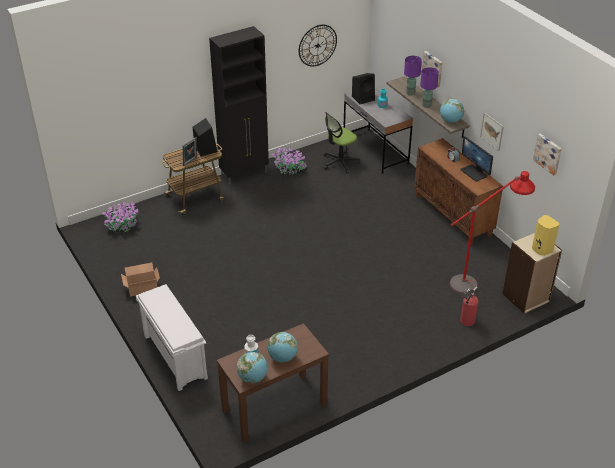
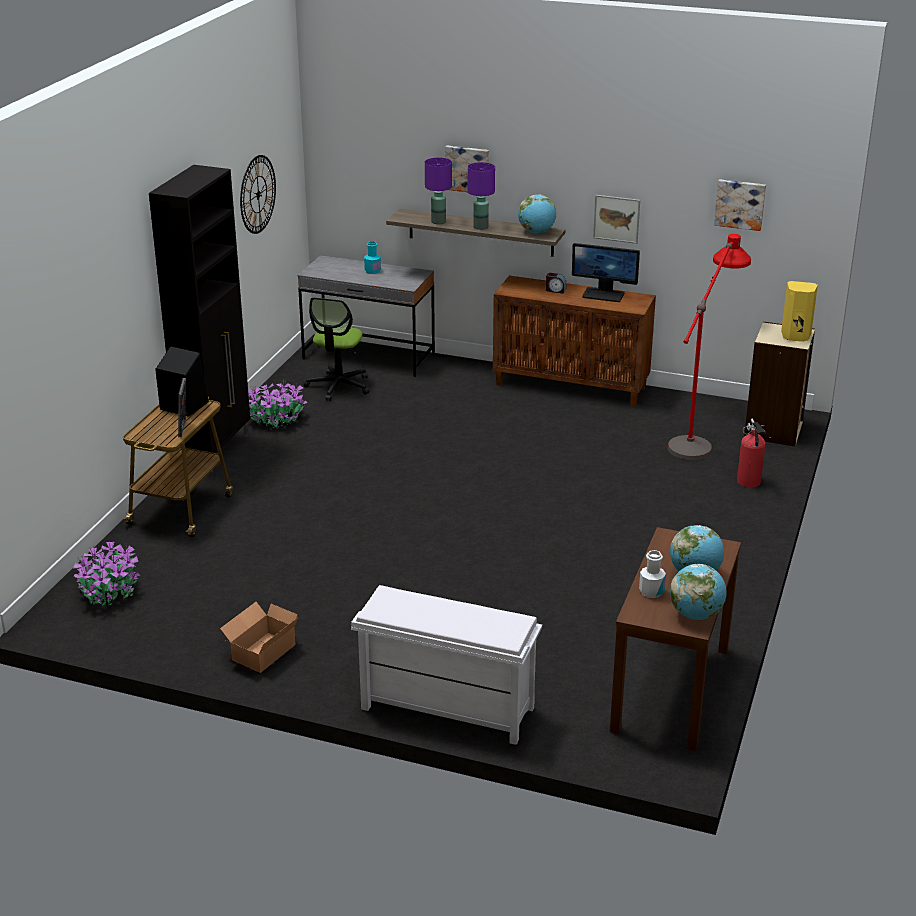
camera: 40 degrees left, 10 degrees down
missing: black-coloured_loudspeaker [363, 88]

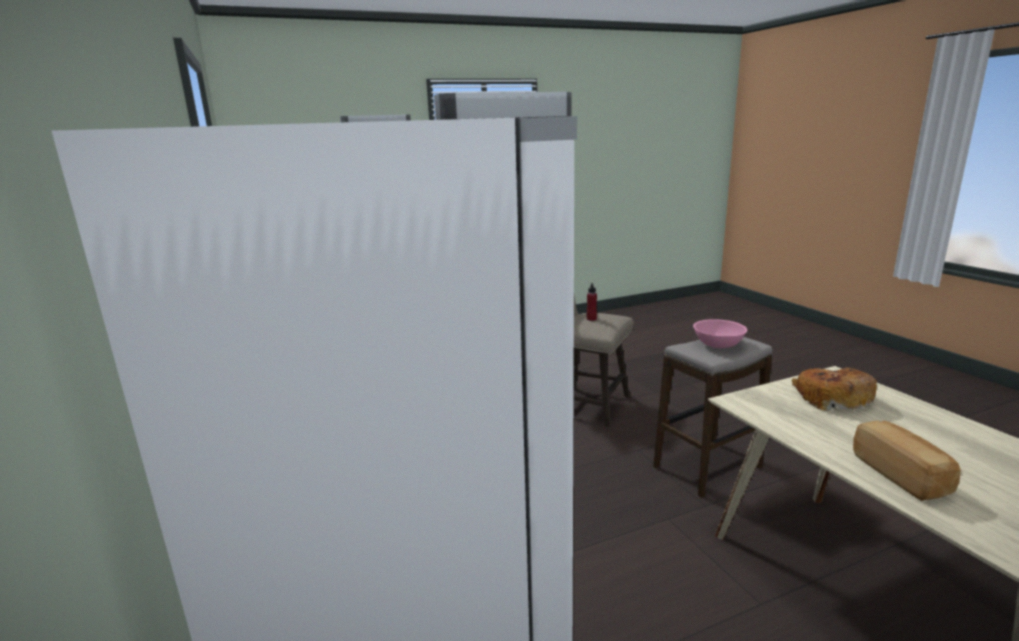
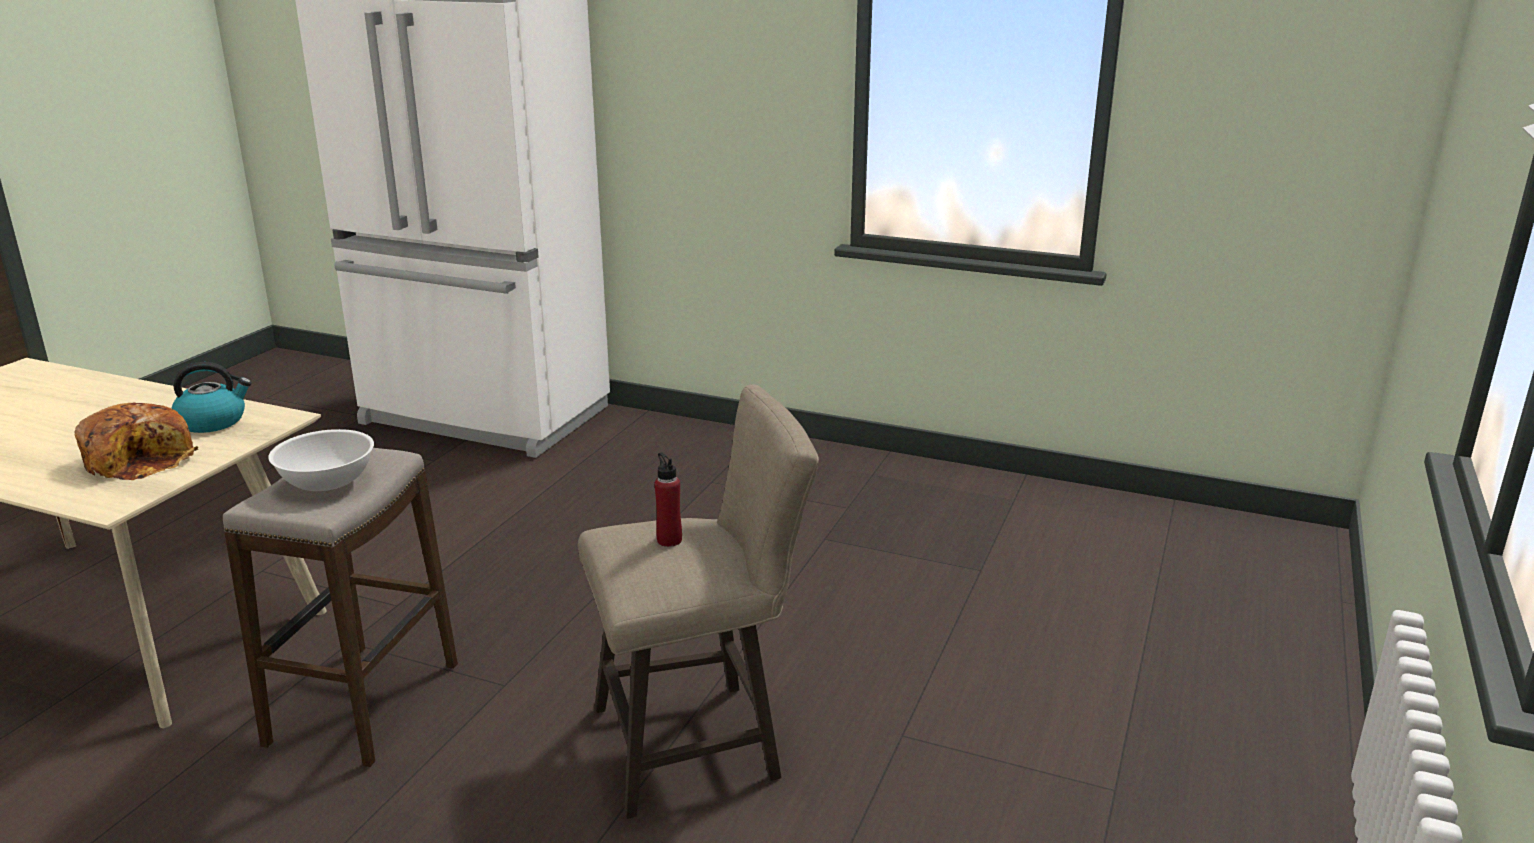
camera: 135 degrees right, 5 degrees up
missing: bakery_bread [907, 461]
appeared: tea_kettle [211, 397]
colour: pinkish_deep_dish [720, 333] to white-coloured_deep_dish [321, 460]

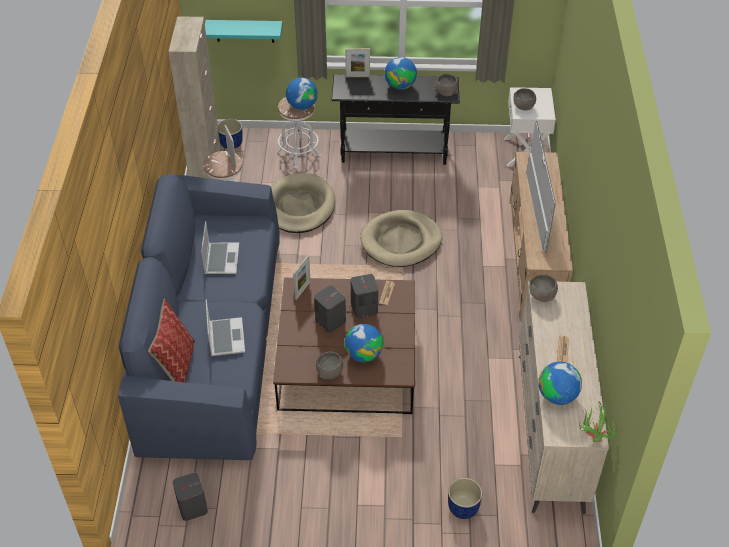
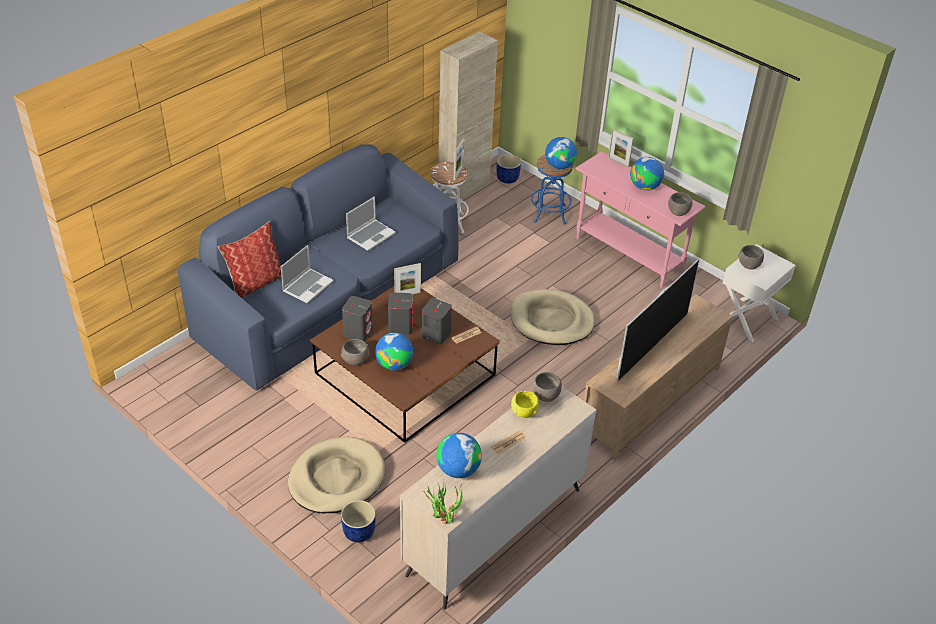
camera: 40 degrees right, 5 degrees down
missing: blue-green_wall_shelf [244, 31]
appeared: yellowish_deep_dish [525, 404]
relocated: beige_dog_cushion [303, 203] to [336, 475]; grey_loudspeaker [190, 497] to [357, 318]
colour: black-coloured_console_table [396, 119] to pinkish_console_table [640, 220]; white-coloured_sitting_stool [299, 133] to blue-coloured_sitting_stool [552, 190]

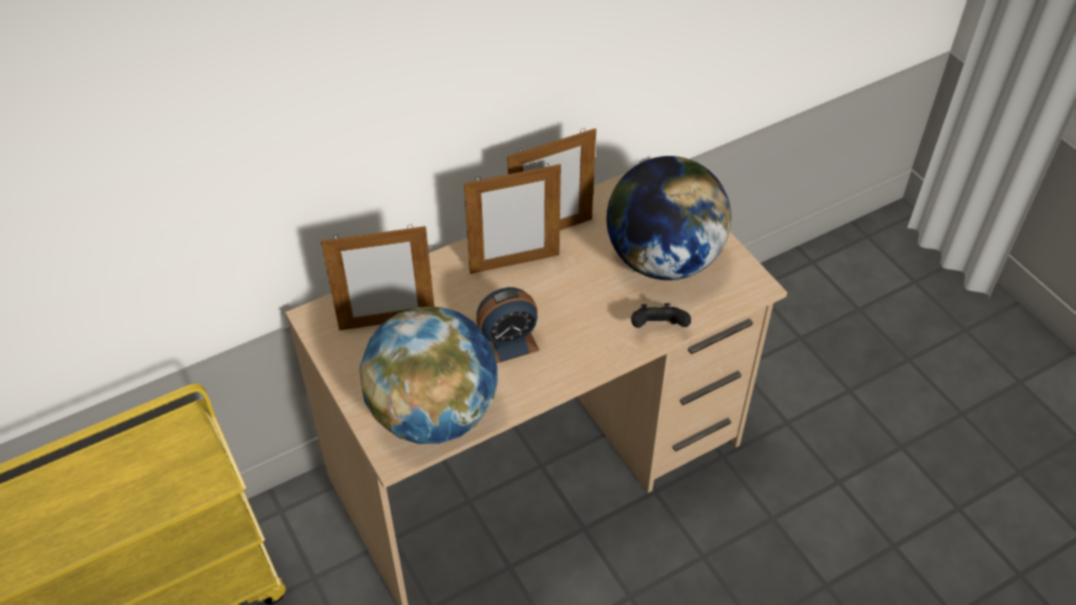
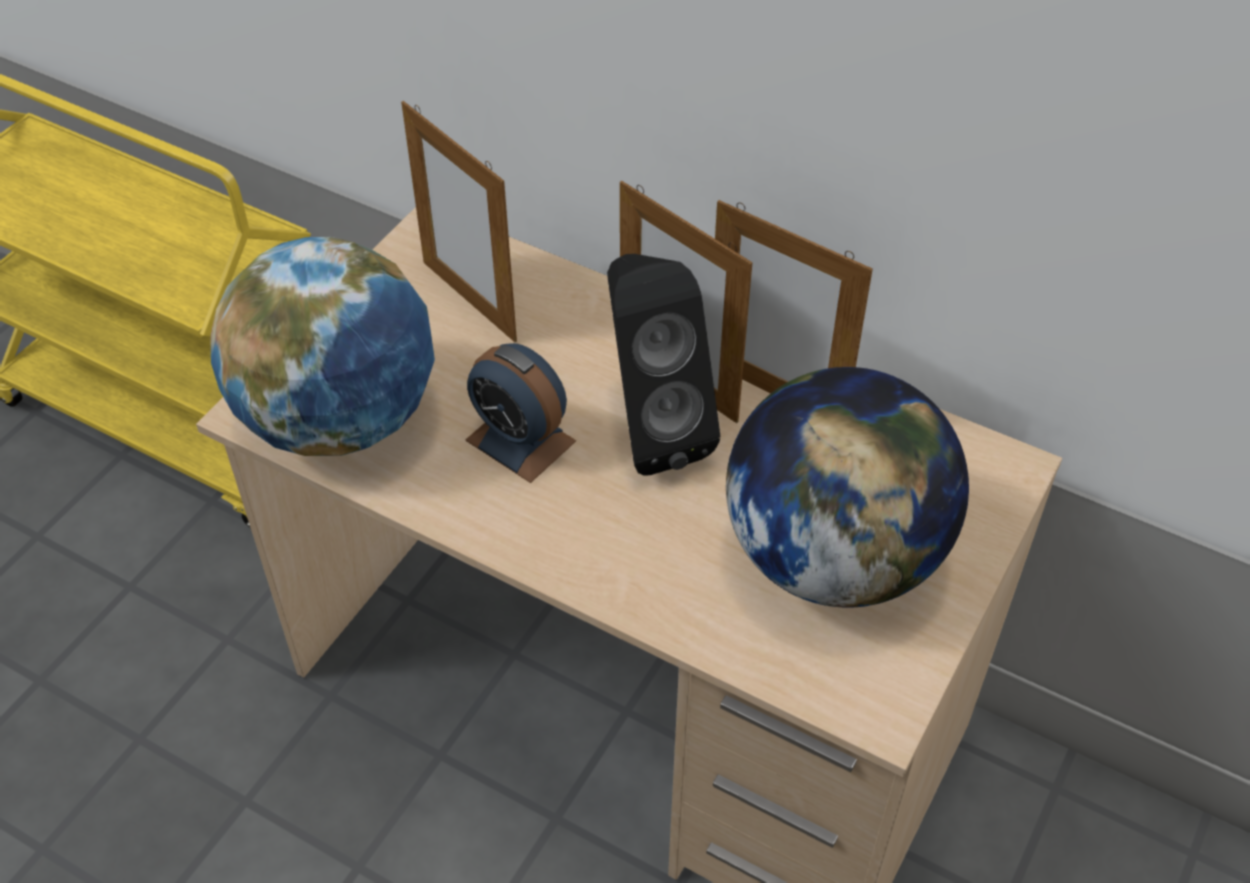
camera: 60 degrees right, 0 degrees up
missing: black-coloured_joypad [661, 315]
appeared: black-coloured_loudspeaker [663, 364]

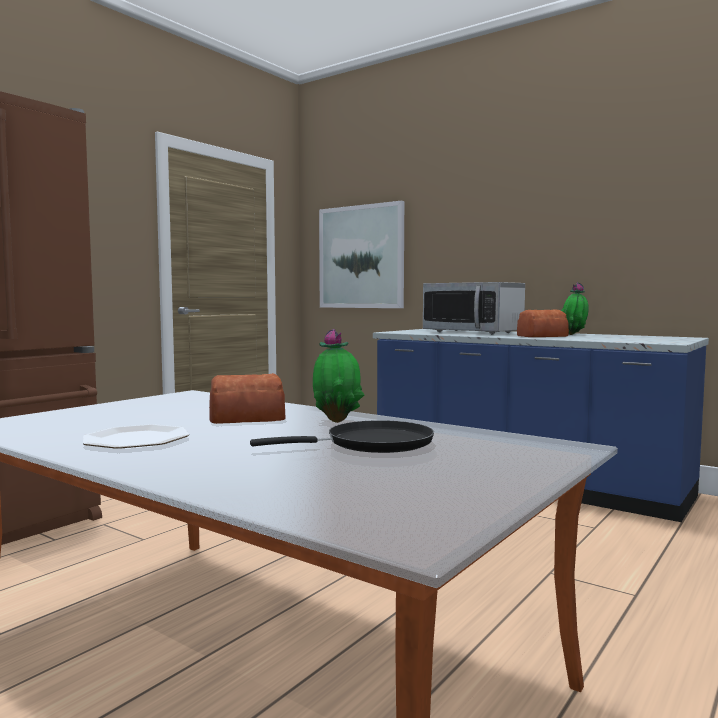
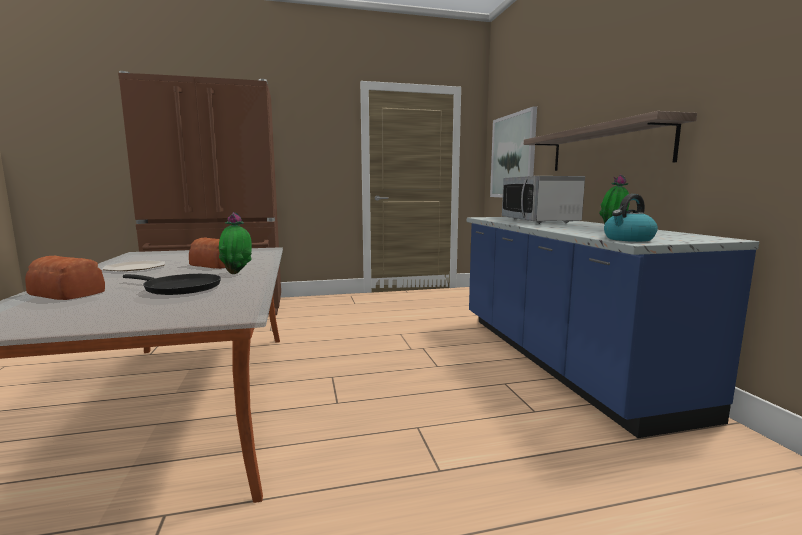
camera: 40 degrees right, 5 degrees up
appeared: wall_shelf [610, 141]; tea_kettle [631, 218]
relocated: bakery_bread [543, 323] to [65, 278]

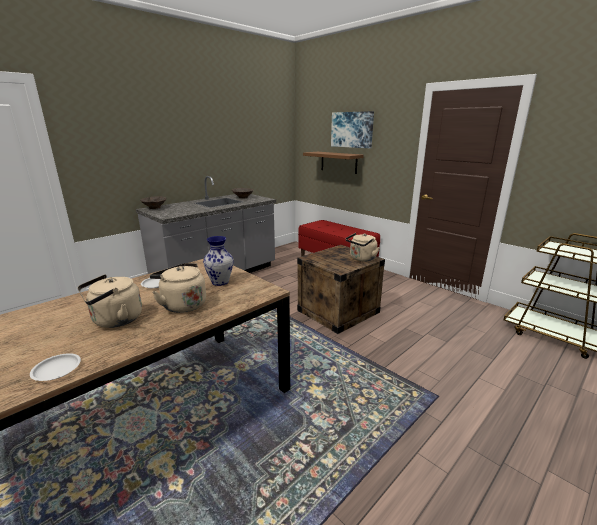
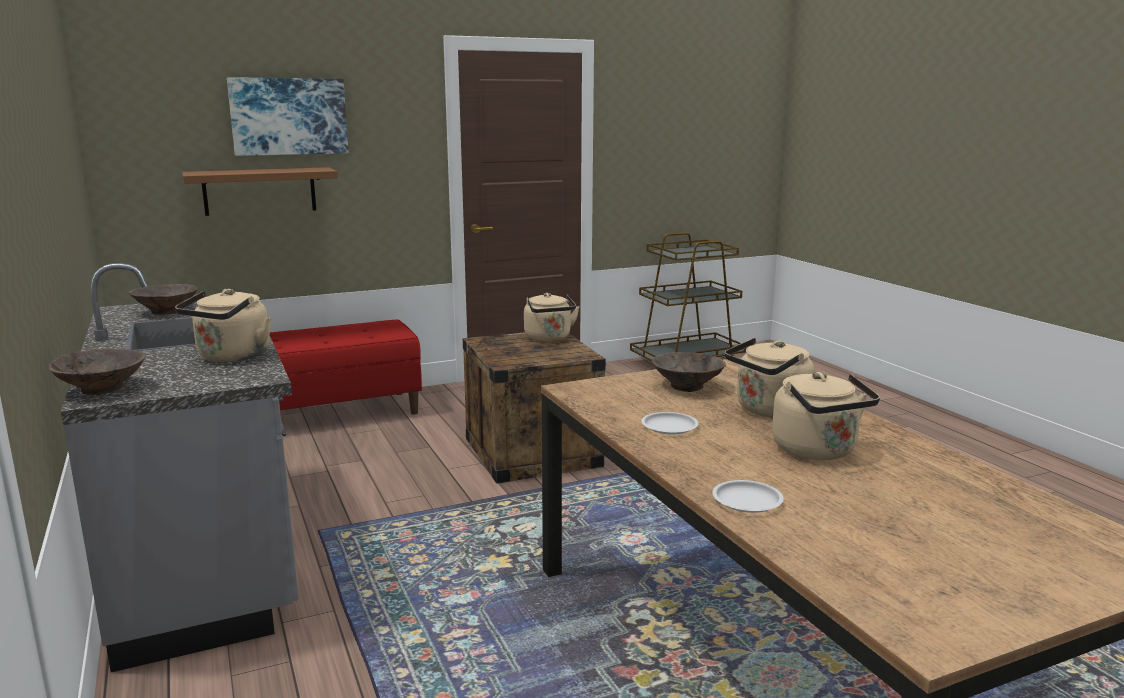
camera: 70 degrees left, 5 degrees down
appeared: beige_tea_kettle [223, 325]
relocated: white-coloured_dinner_plate [55, 367] to [748, 496]
exchanged: vase [218, 261] to brown-coloured_deep_dish [688, 372]

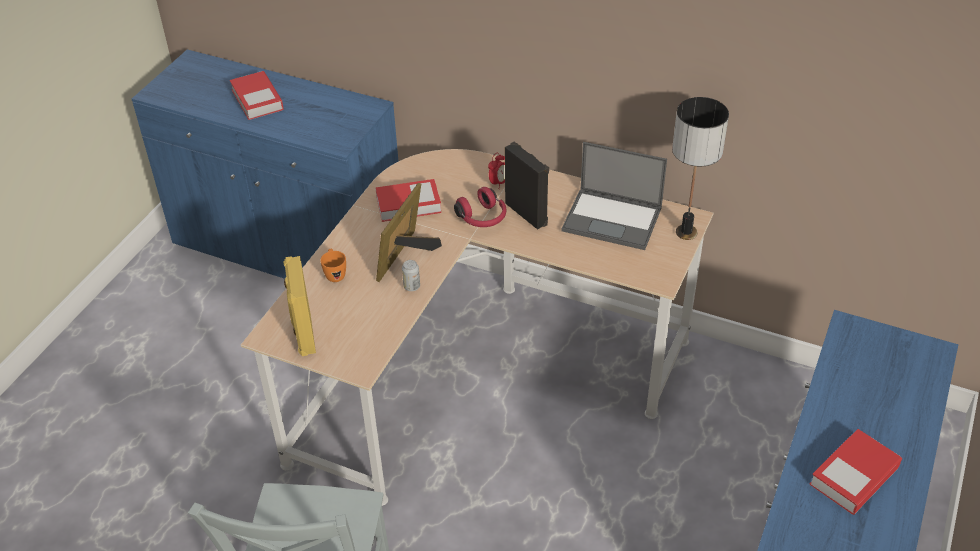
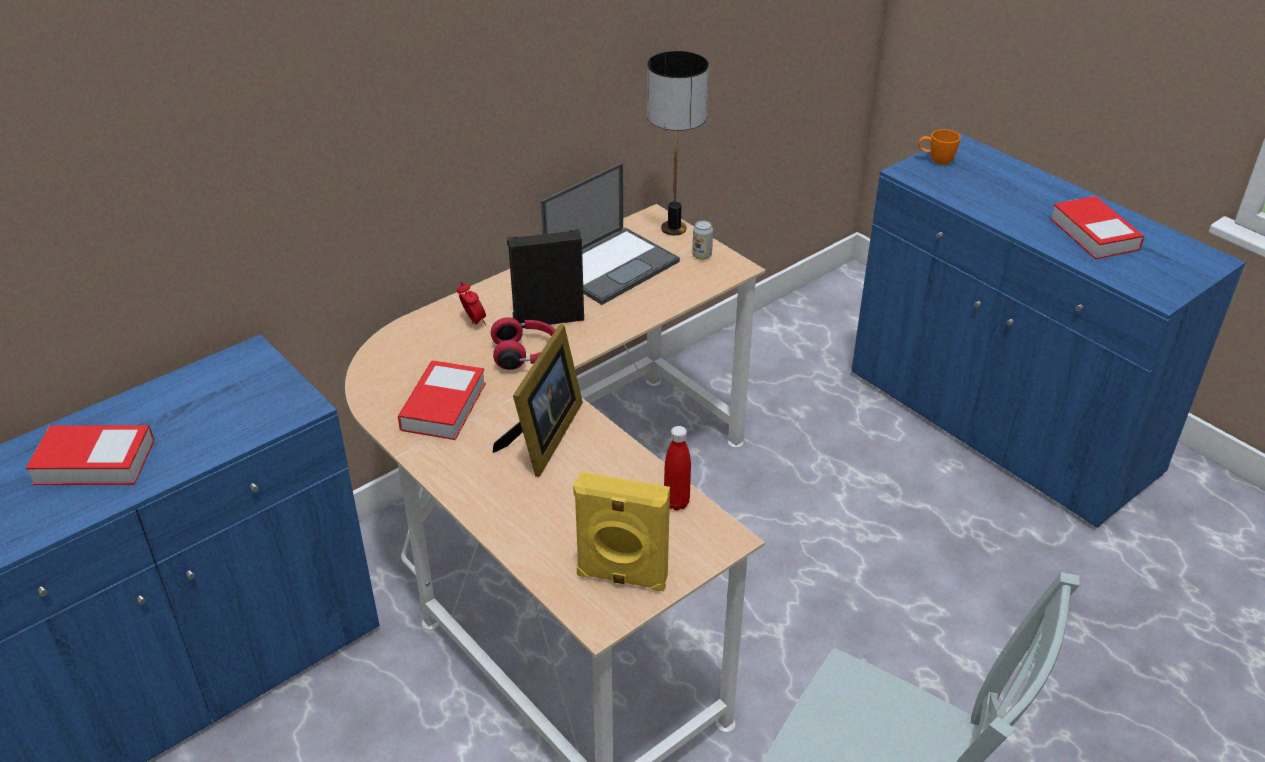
camera: 65 degrees left, 5 degrees down
appeared: red-coloured_beverage_bottle [677, 468]
relocated: orange-coloured_tea_mug [333, 265] to [939, 147]; metal_can [411, 275] to [702, 240]
spun: standing_frame [409, 232] = [538, 400] 120 degrees counterclockwise

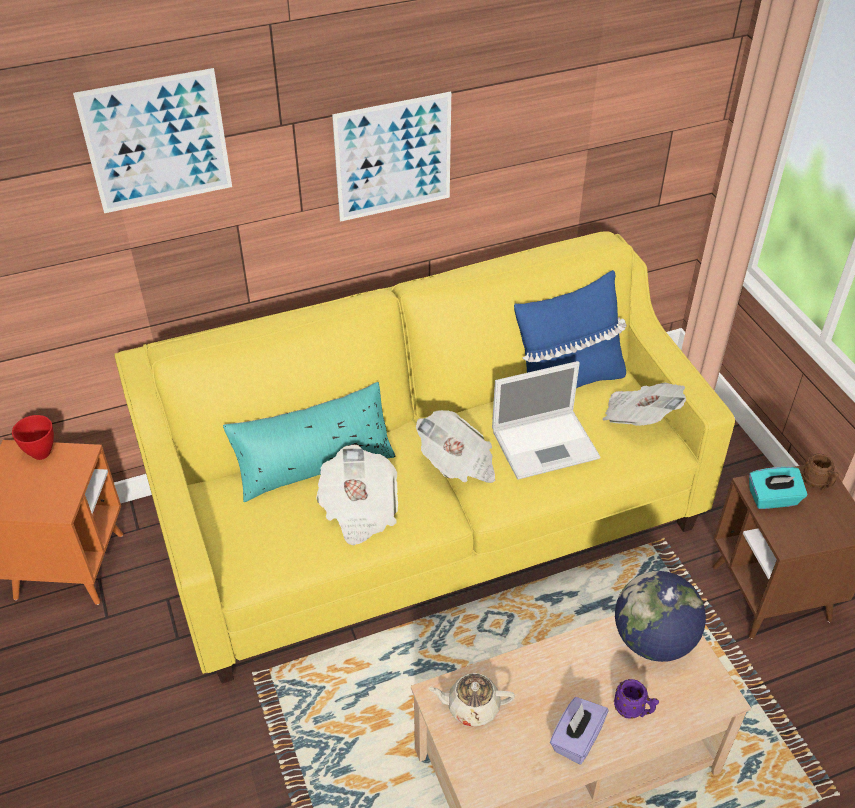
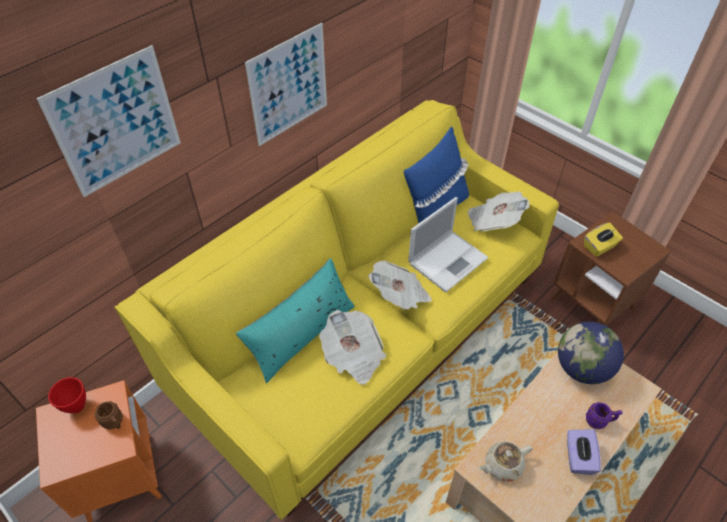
camera: 25 degrees left, 5 degrees up
relocated: brown-coloured_tea_mug [820, 471] to [108, 415]
colour: blue-green_tissue_holder [778, 488] to yellowish_tissue_holder [603, 239]

